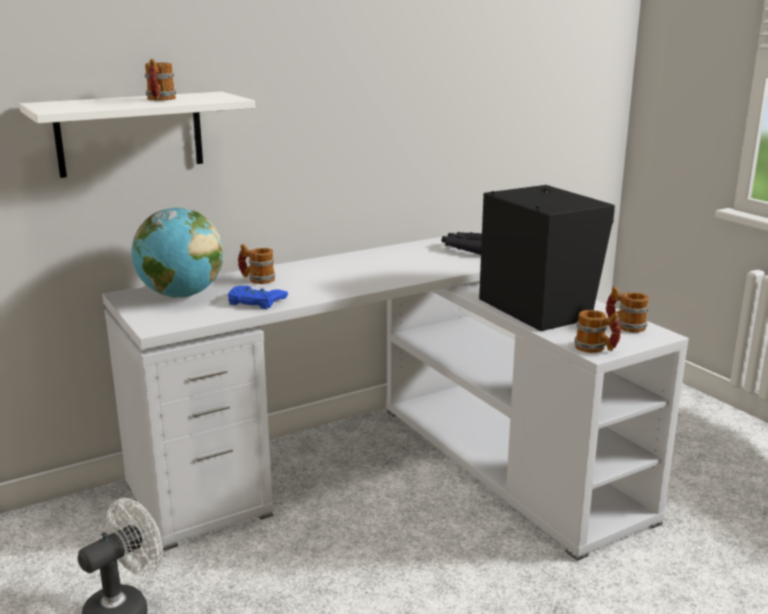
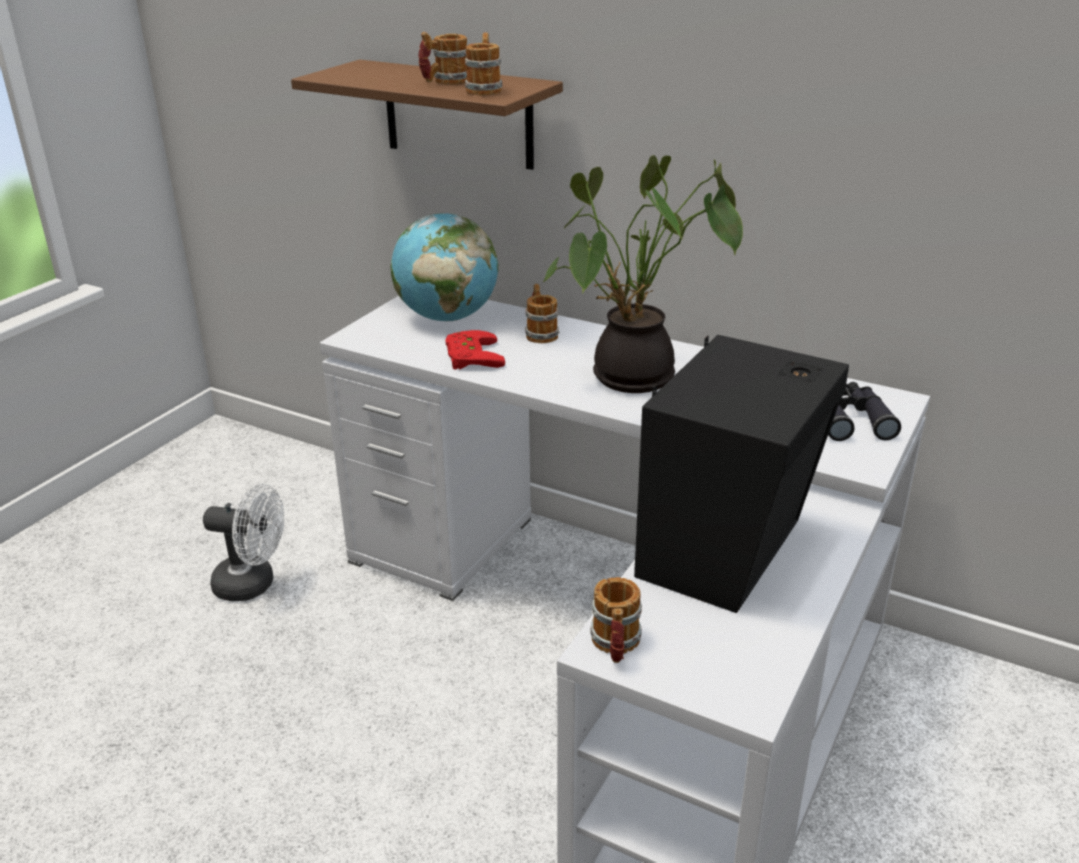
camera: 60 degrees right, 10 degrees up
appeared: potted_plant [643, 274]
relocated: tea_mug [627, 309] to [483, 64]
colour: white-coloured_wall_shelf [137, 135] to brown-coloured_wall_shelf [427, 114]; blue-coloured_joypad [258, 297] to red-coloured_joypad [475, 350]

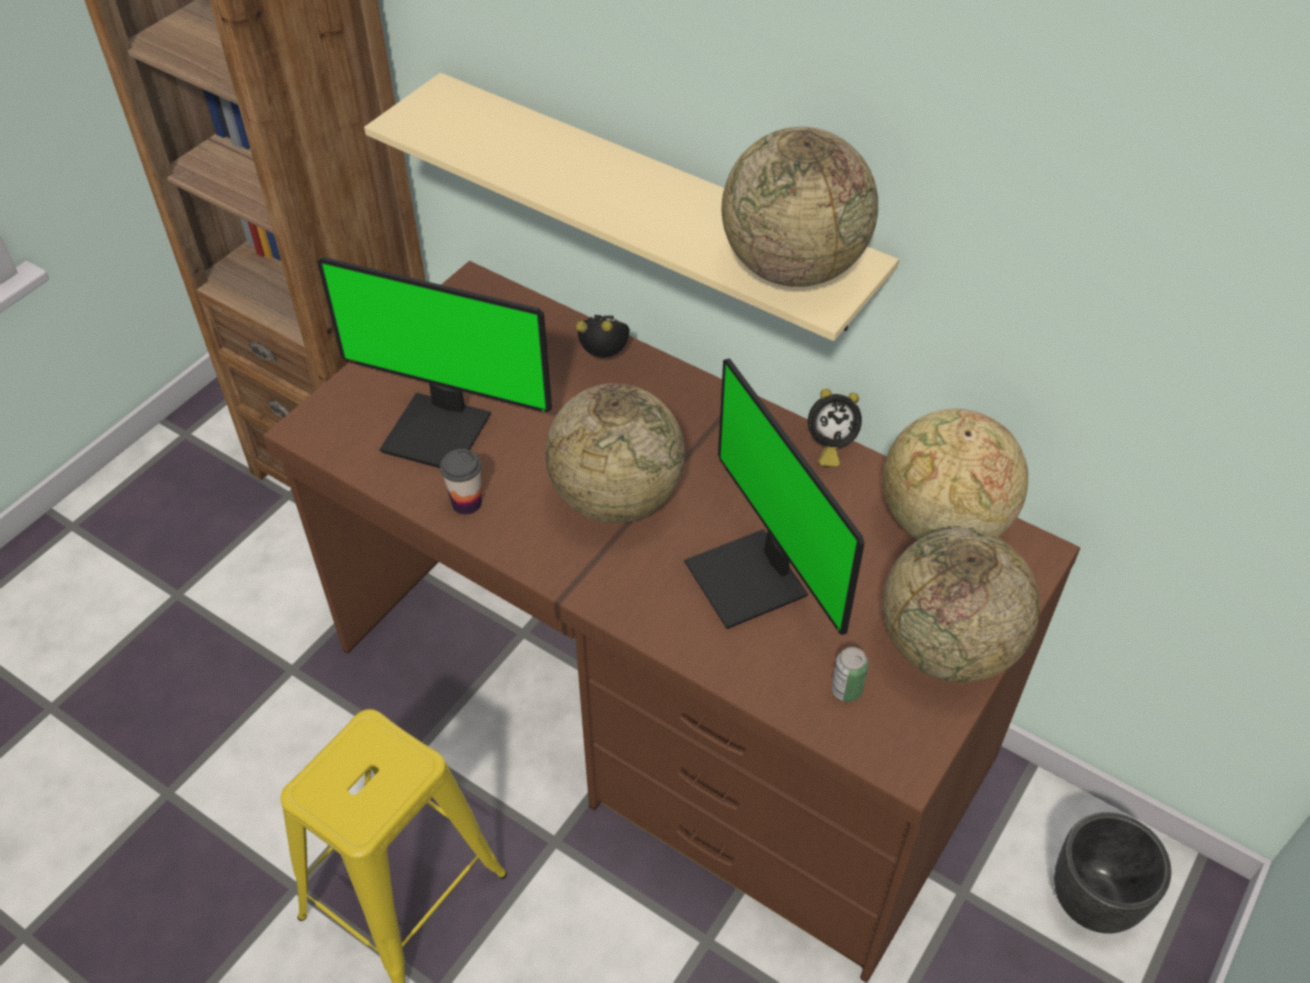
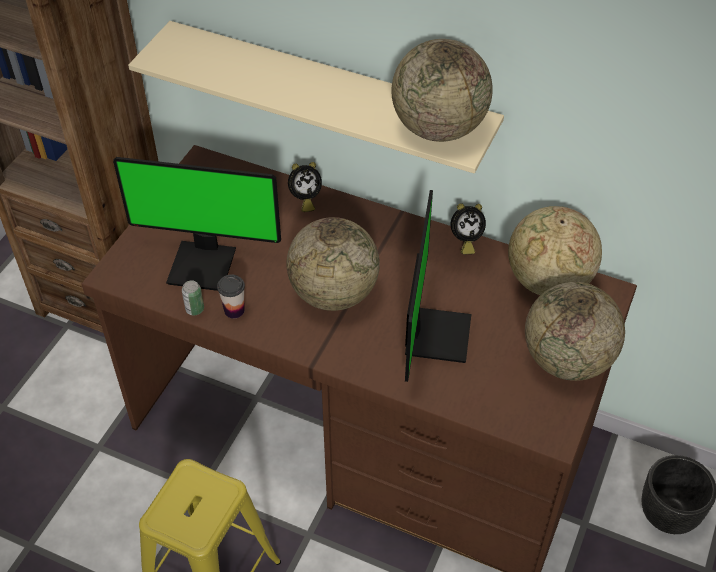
camera: 10 degrees left, 0 degrees up
relocated: metal_can [849, 674] to [193, 297]
spun: bedside_clock [603, 336] = [305, 187] 150 degrees clockwise; computer_screen [774, 496] = [438, 286] 135 degrees counterclockwise

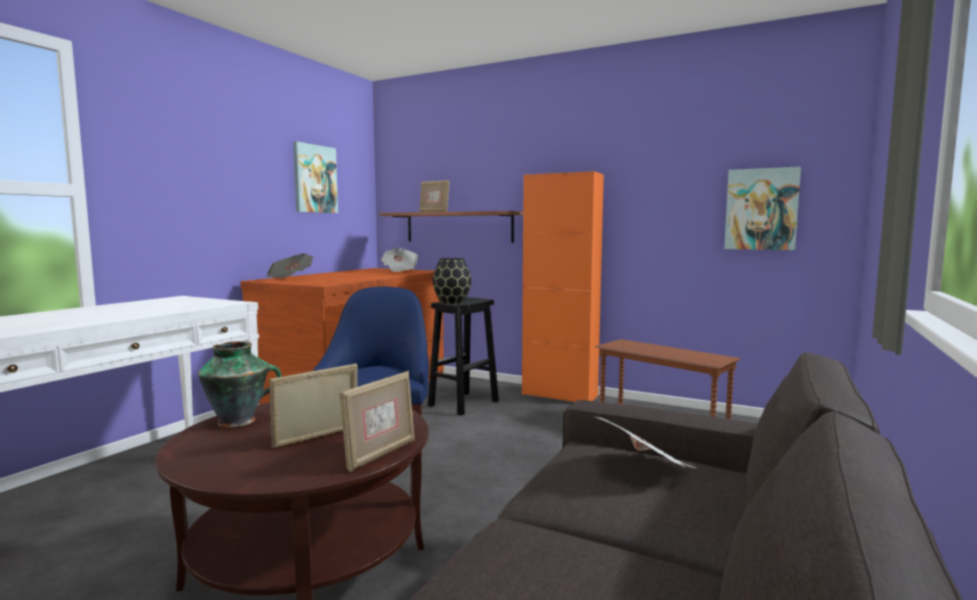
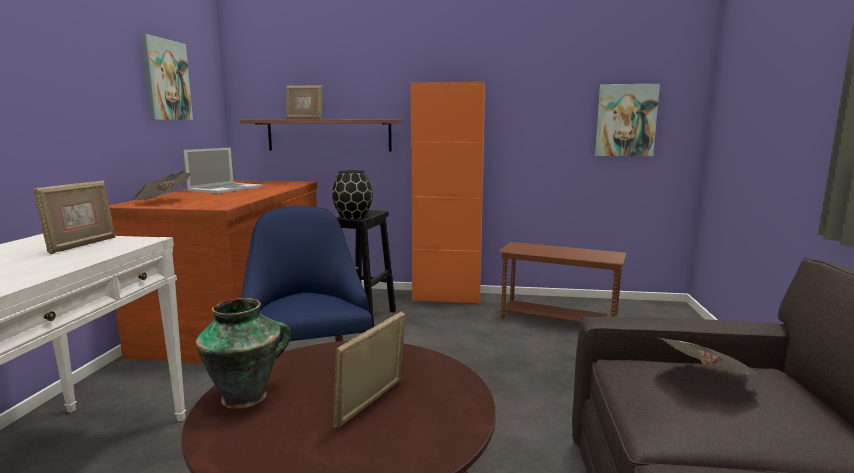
camera: 20 degrees left, 5 degrees up
missing: newspaper [399, 260]
appeared: laptop [223, 170]
relocated: standing_frame [377, 422] to [74, 217]

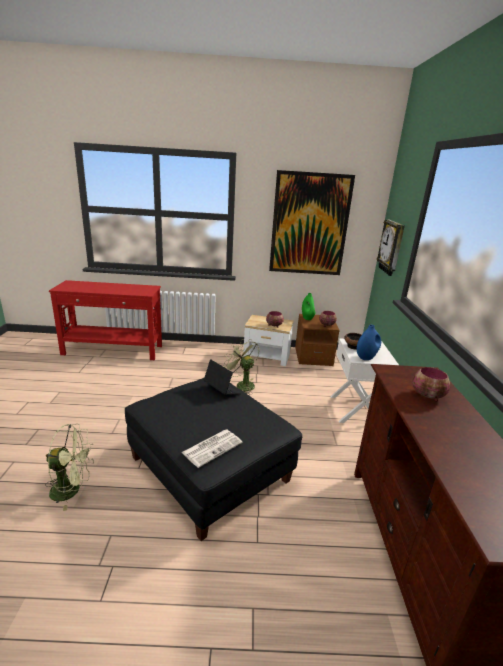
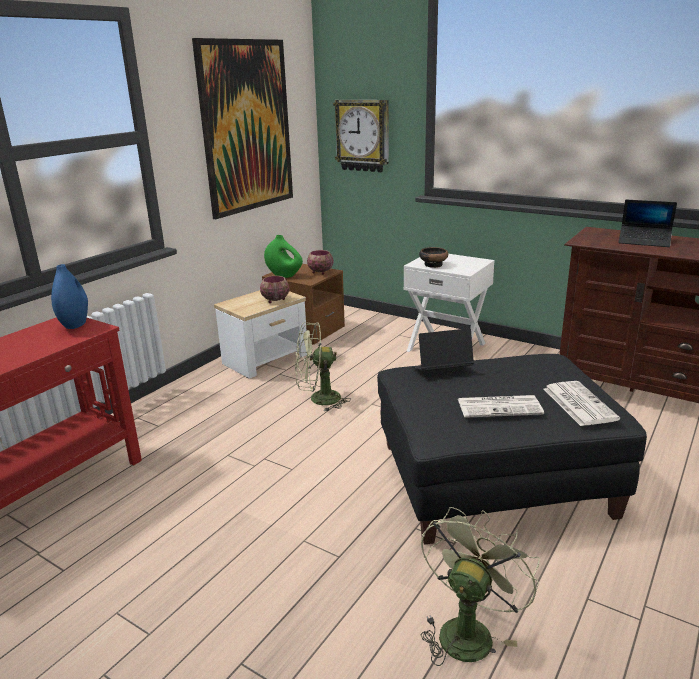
camera: 55 degrees left, 0 degrees up
appeared: newspaper [501, 406]
relocated: blue-coloured_vase [369, 342] to [69, 296]
exchanged: deep_dish [431, 384] to laptop [647, 223]

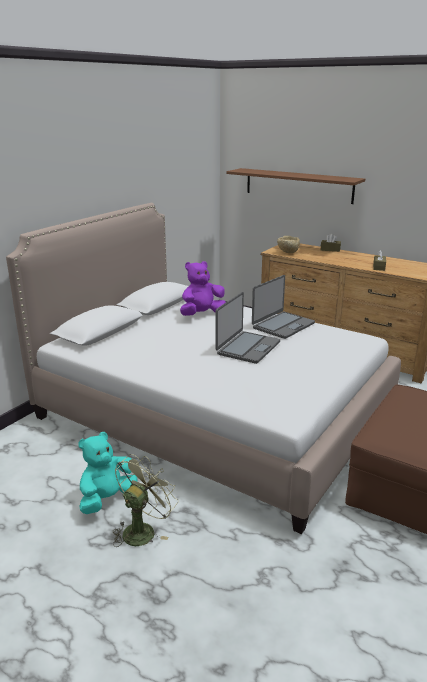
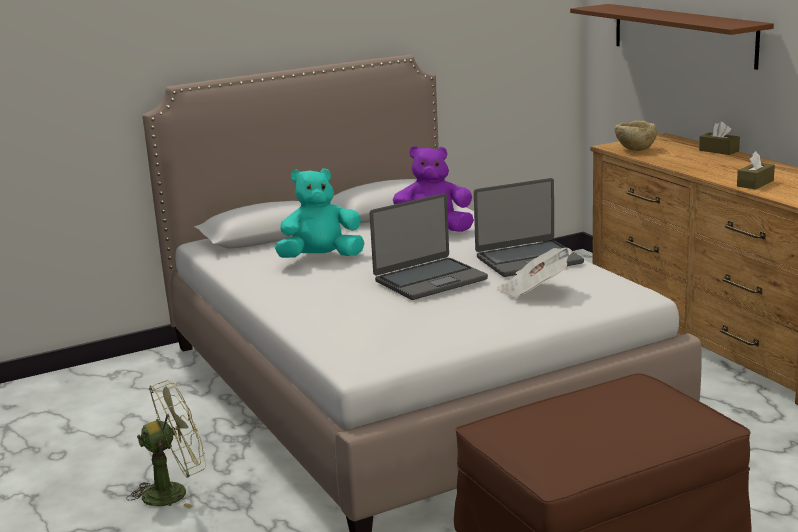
camera: 30 degrees right, 5 degrees down
appeared: newspaper [535, 273]
relocated: blue-green_plush_toy [108, 473] to [320, 213]

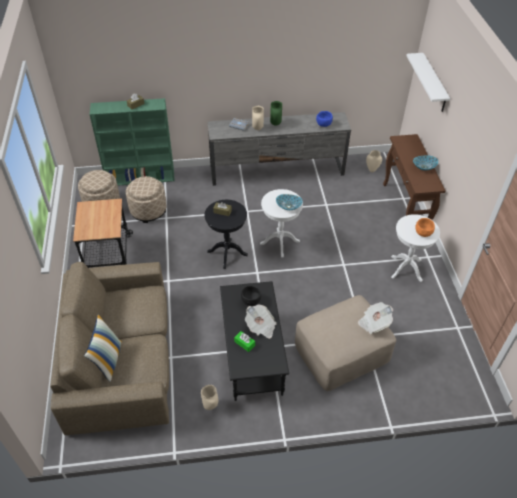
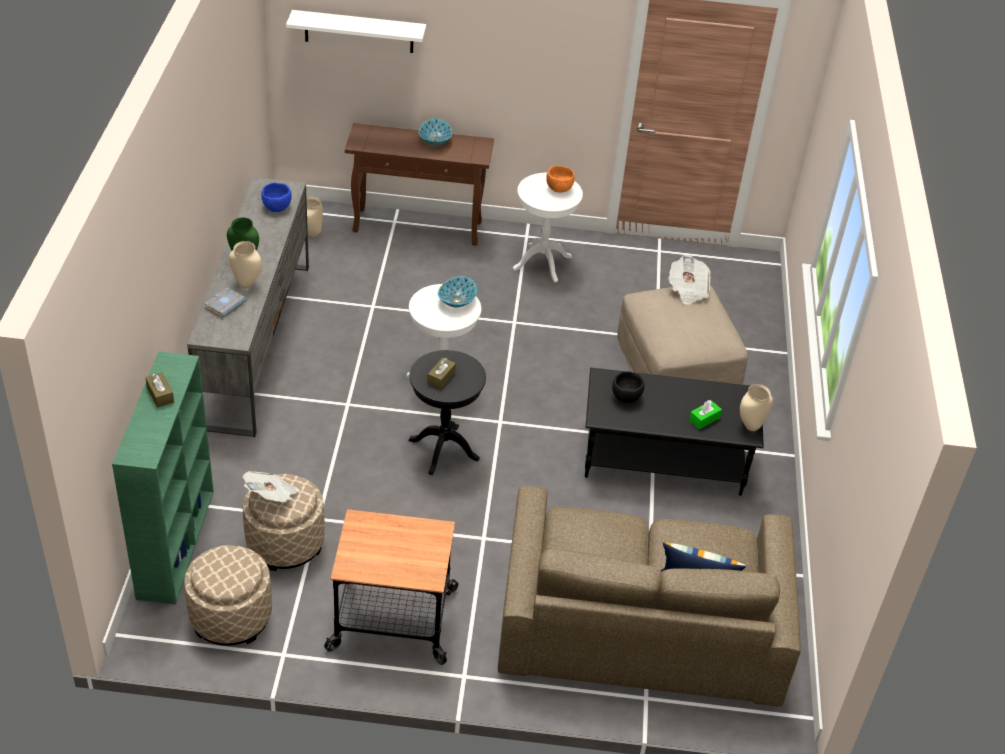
camera: 80 degrees left, 5 degrees down
relocated: newspaper [261, 322] to [271, 487]; beige_vase [209, 397] to [756, 407]

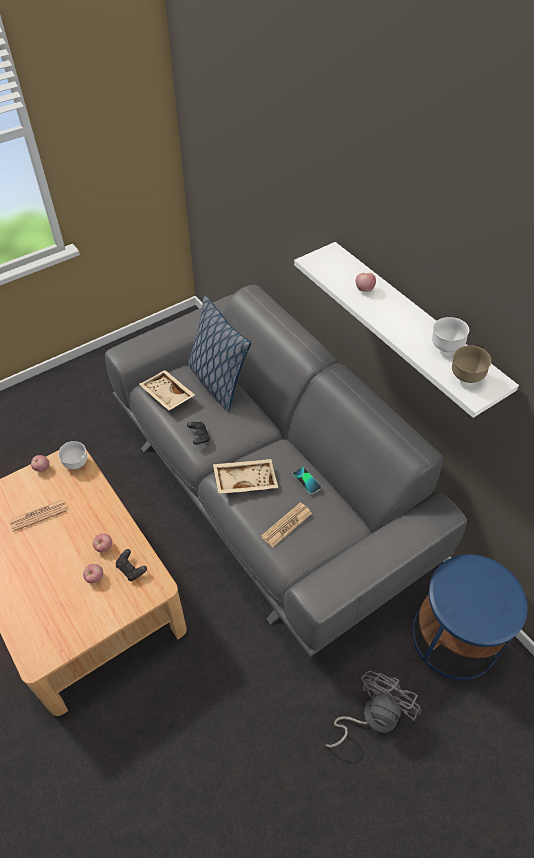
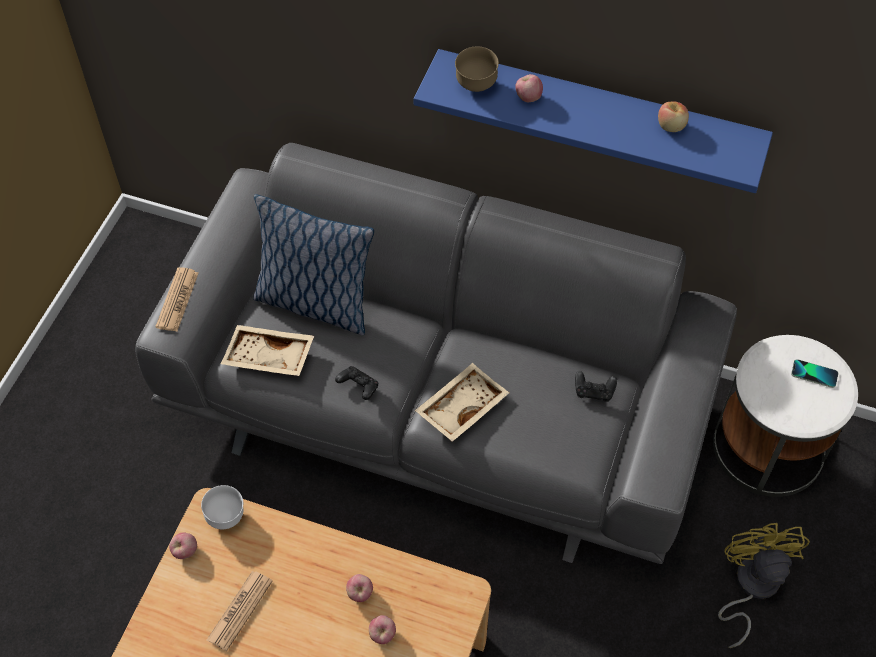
camera: 35 degrees left, 5 degrees up
relocated: brown-coloured_deep_dish [471, 364] to [477, 69]; telephone [306, 481] to [814, 373]; newspaper [286, 524] to [176, 299]; black-coloured_joypad [131, 565] to [596, 386]
exchanged: white-coloured_deep_dish [450, 335] to apple [673, 116]
colour: white-coloured_wall_shelf [406, 330] to blue-coloured_wall_shelf [593, 121]; blue-coloured_accent_table [470, 617] to white-coloured_accent_table [785, 416]; grey_electric_fan [373, 709] to yellowish_electric_fan [764, 585]

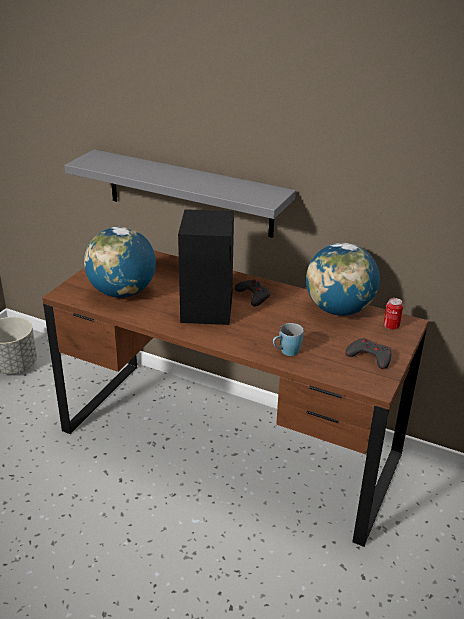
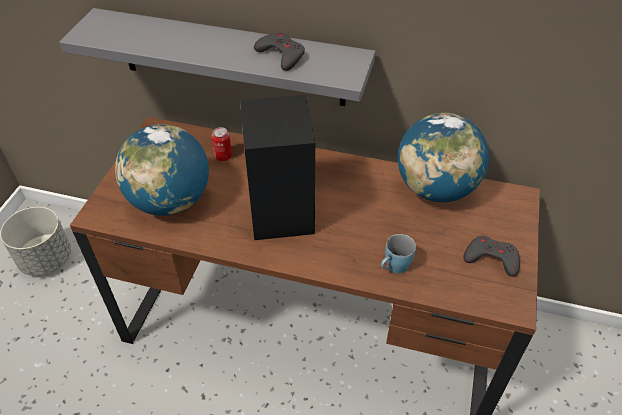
camera: 10 degrees left, 15 degrees up
relocated: grey_joypad [252, 293] to [279, 51]; metal_can [393, 314] to [221, 144]

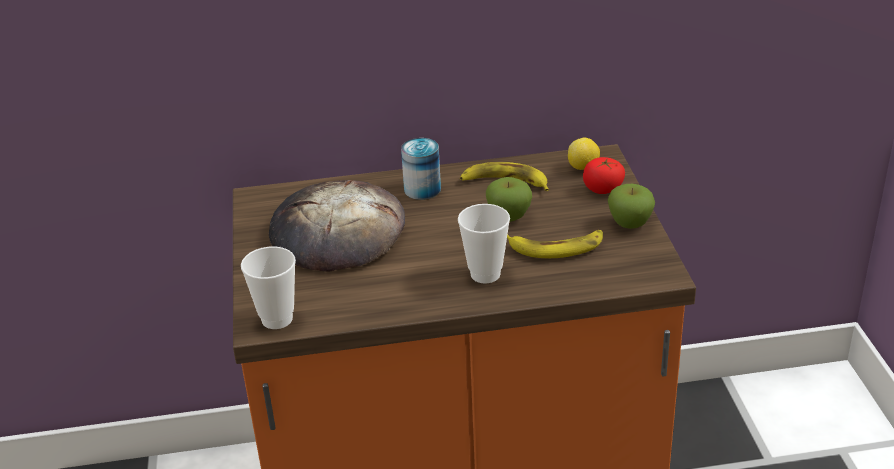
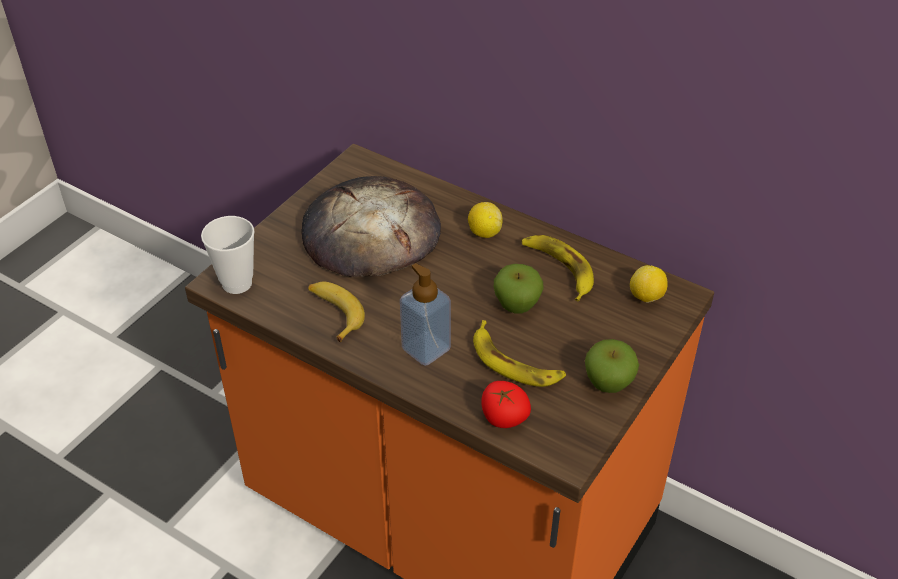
camera: 40 degrees right, 10 degrees up
appeared: banana [336, 312]
relocated: fresh_tomato [604, 175] to [506, 404]
exchanged: metal_can [421, 169] to whole_lemon [485, 220]; cup [484, 244] to liquid_soap_bottle [425, 314]

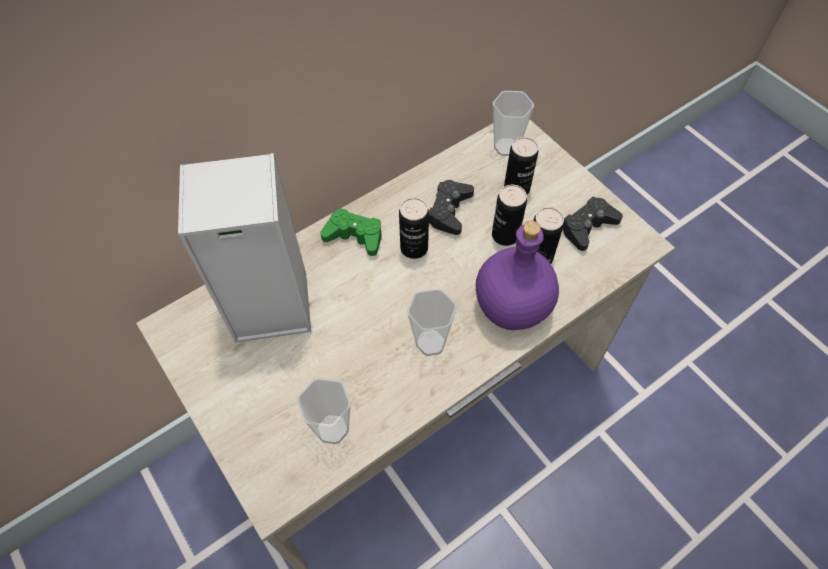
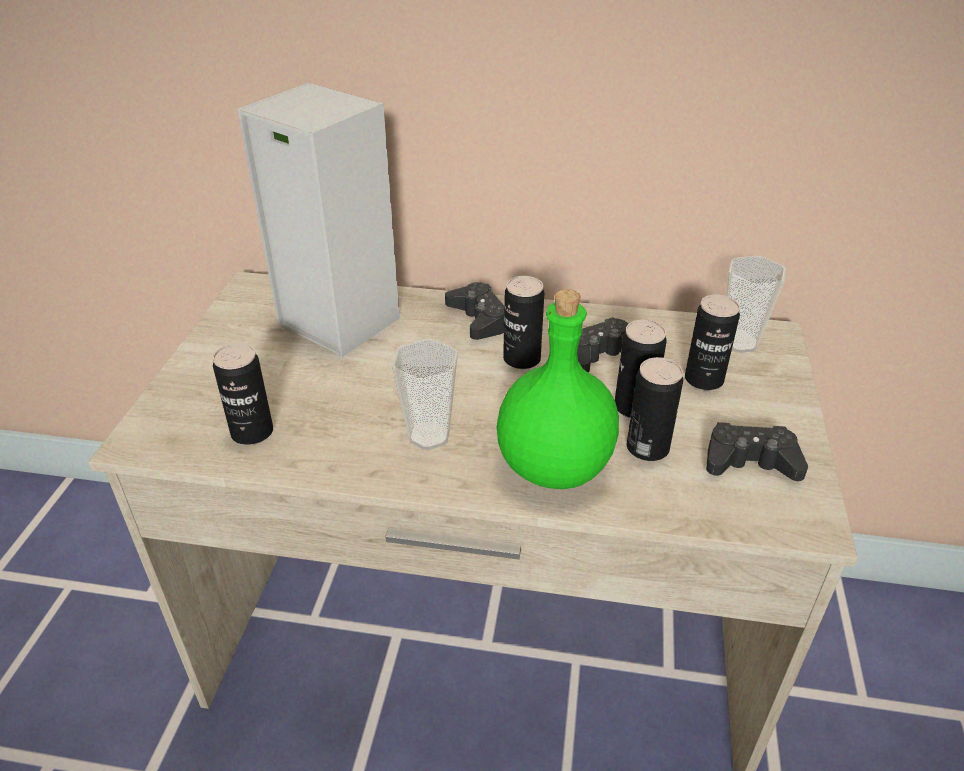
camera: 45 degrees right, 20 degrees down
exchanged: cup [324, 410] to metal_can [243, 394]
colour: green-coloured_joypad [351, 232] to black-coloured_joypad [474, 311]; purple-coloured_beverage_bottle [517, 275] to green-coloured_beverage_bottle [558, 389]

